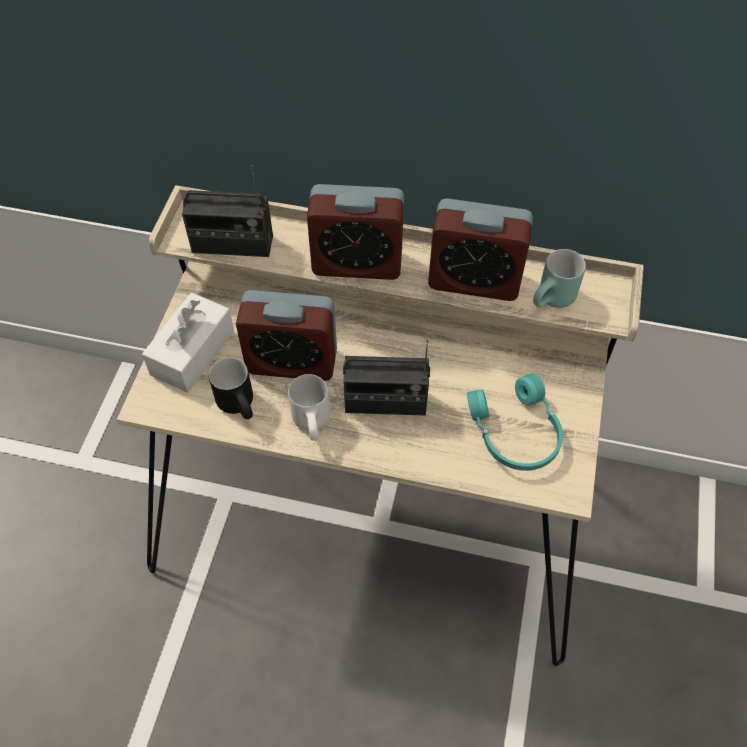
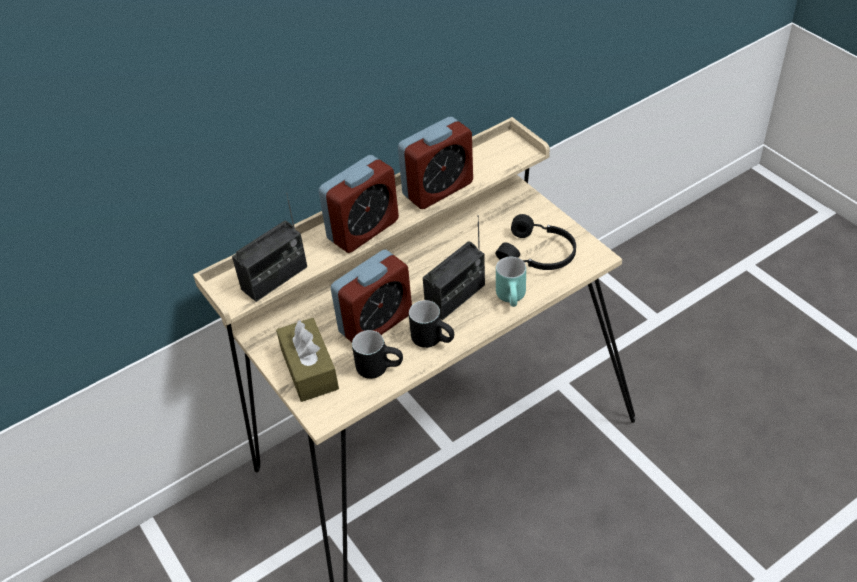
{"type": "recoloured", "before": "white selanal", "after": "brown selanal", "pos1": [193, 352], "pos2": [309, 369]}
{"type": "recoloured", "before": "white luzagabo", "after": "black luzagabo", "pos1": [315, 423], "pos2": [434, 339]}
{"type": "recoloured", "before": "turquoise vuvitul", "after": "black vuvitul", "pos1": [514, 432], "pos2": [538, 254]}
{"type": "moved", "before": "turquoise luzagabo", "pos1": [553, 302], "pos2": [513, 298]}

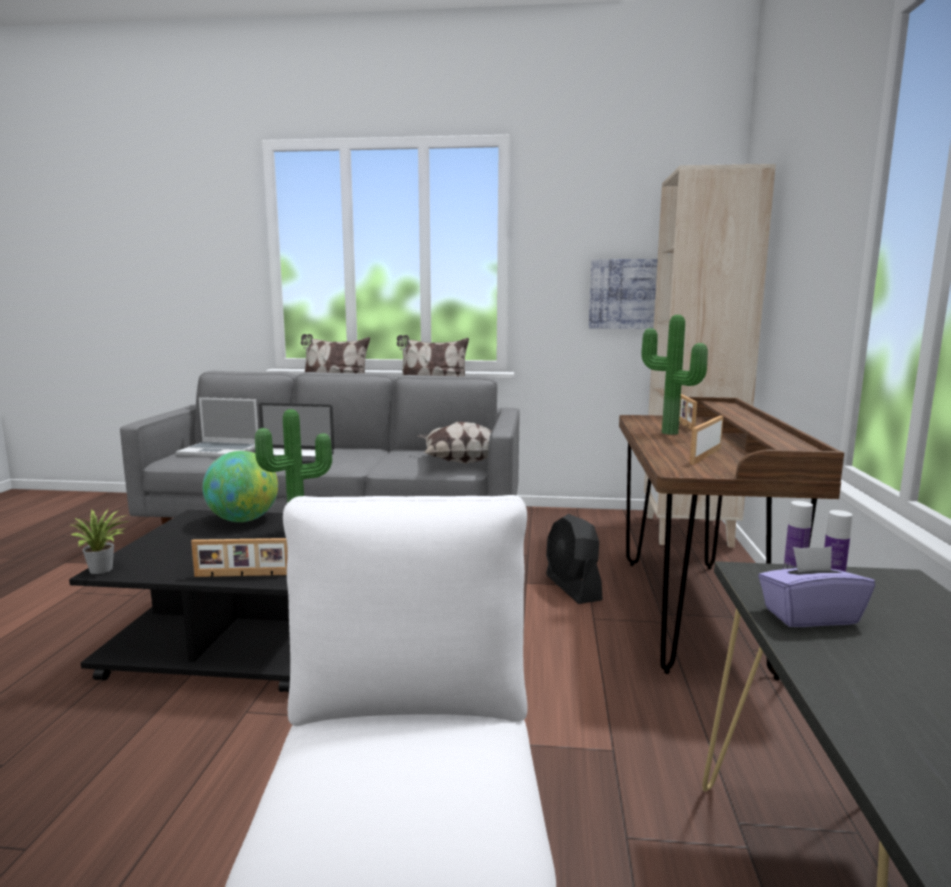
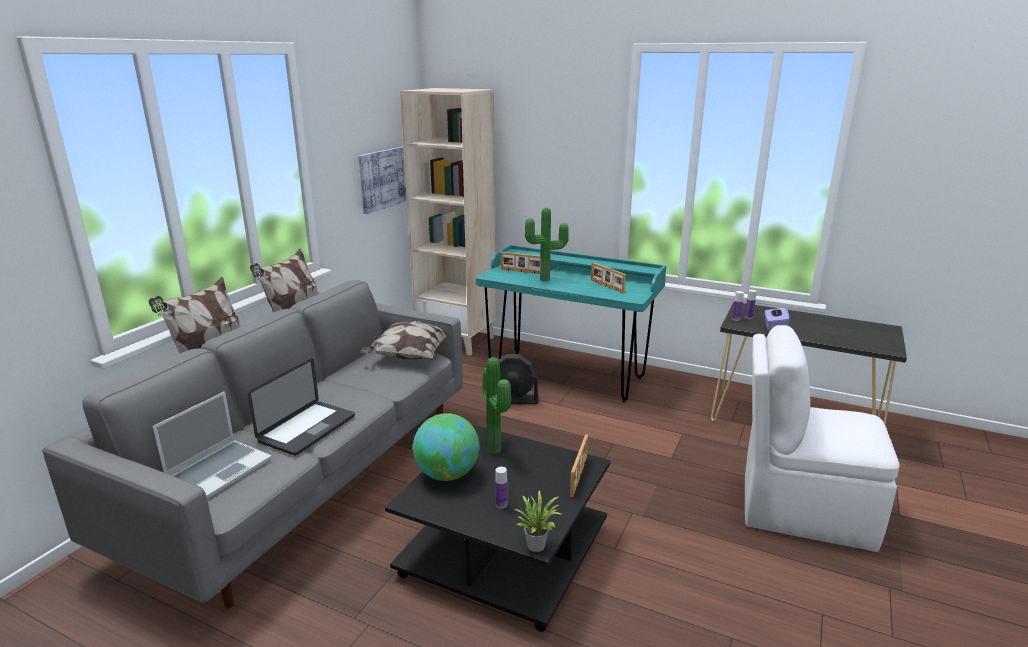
{"type": "recoloured", "before": "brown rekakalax", "after": "turquoise rekakalax", "pos1": [693, 612], "pos2": [566, 375]}
{"type": "added", "after": "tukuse", "pos2": [501, 504]}

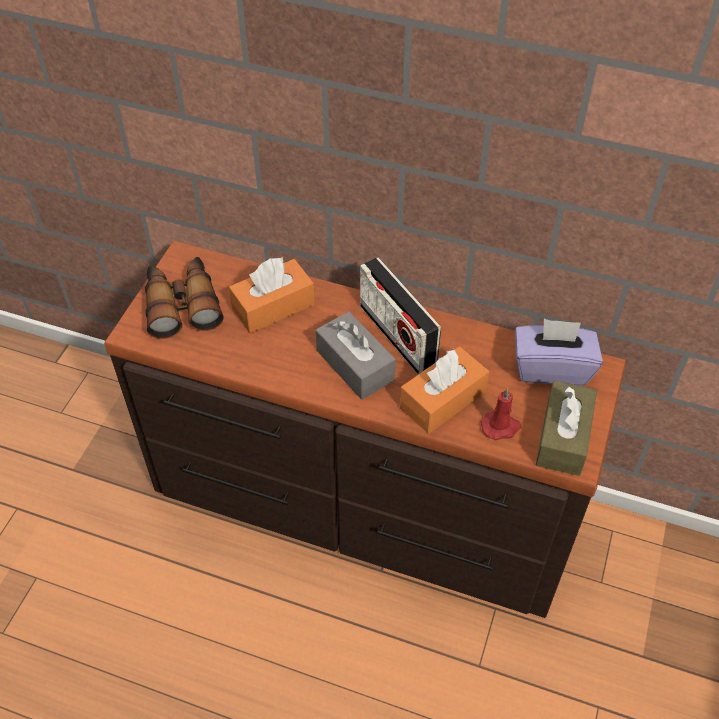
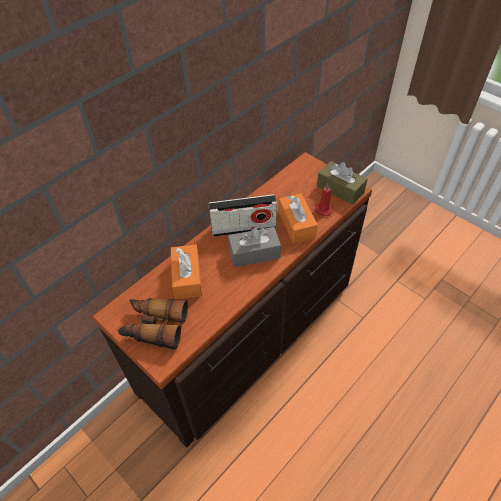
{"type": "removed", "before": "purple selanal", "pos1": [551, 368]}

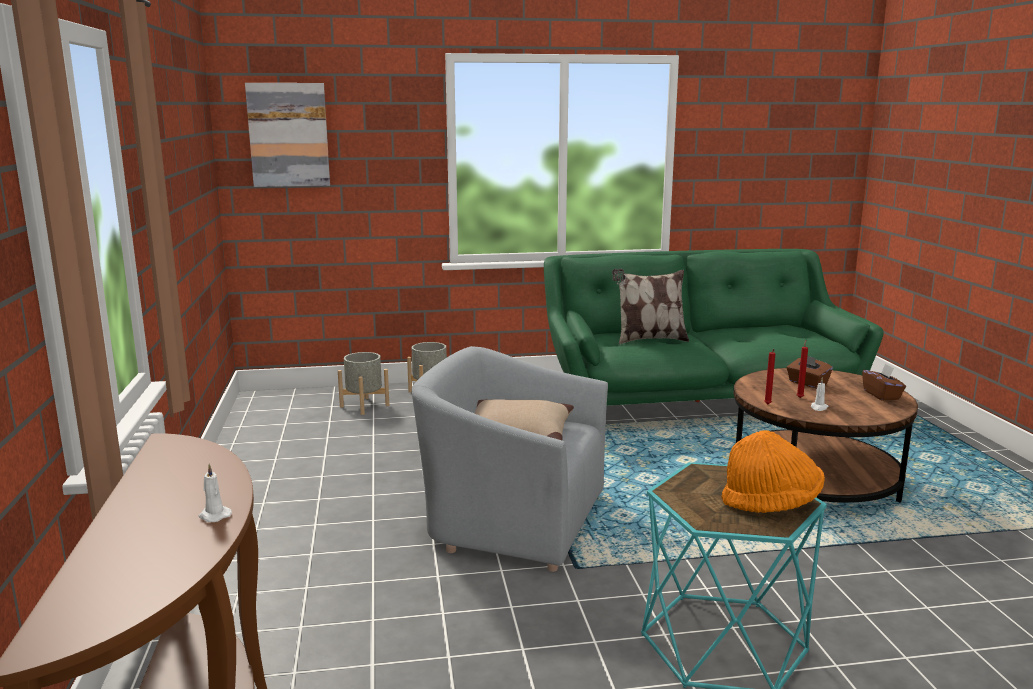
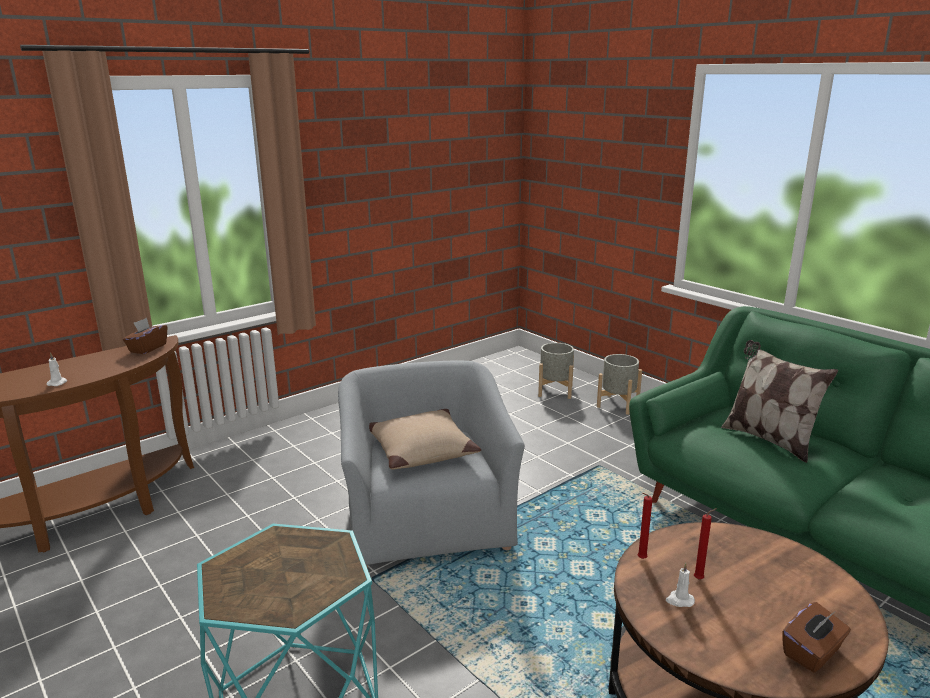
{"type": "removed", "before": "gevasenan", "pos1": [288, 135]}
{"type": "removed", "before": "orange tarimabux", "pos1": [771, 503]}
{"type": "moved", "before": "brown selanal", "pos1": [807, 383], "pos2": [147, 348]}

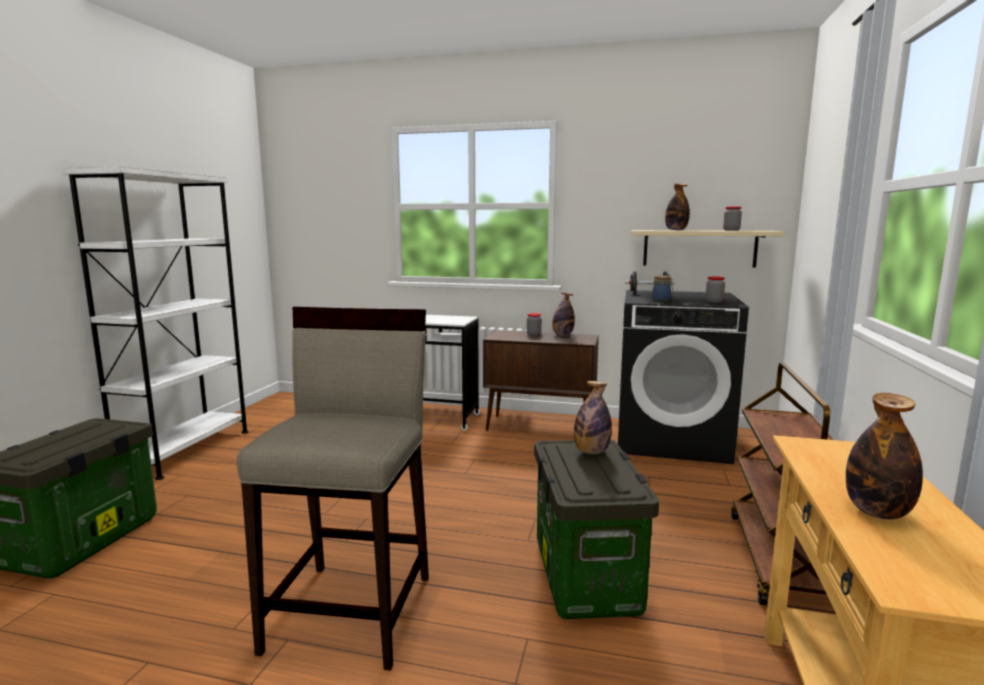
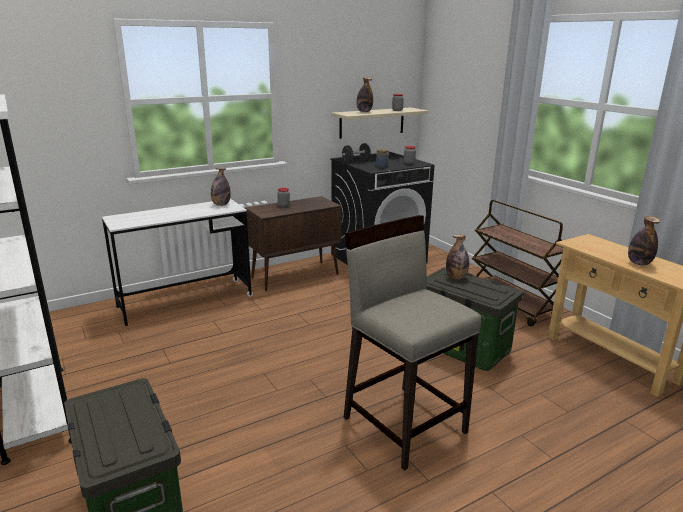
{"type": "moved", "before": "tukuse", "pos1": [562, 335], "pos2": [221, 205]}

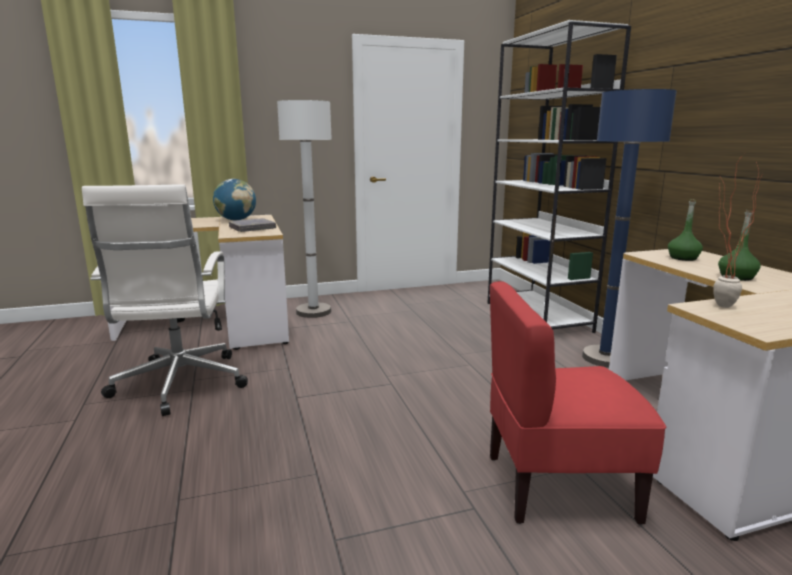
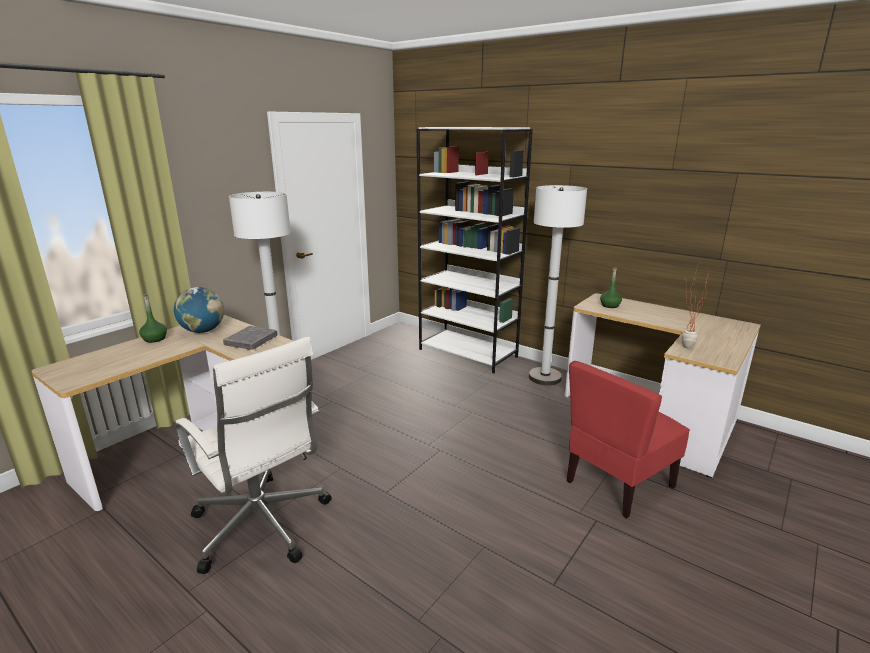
{"type": "recoloured", "before": "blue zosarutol", "after": "white zosarutol", "pos1": [605, 358], "pos2": [545, 377]}
{"type": "moved", "before": "green tukuse", "pos1": [736, 277], "pos2": [155, 339]}

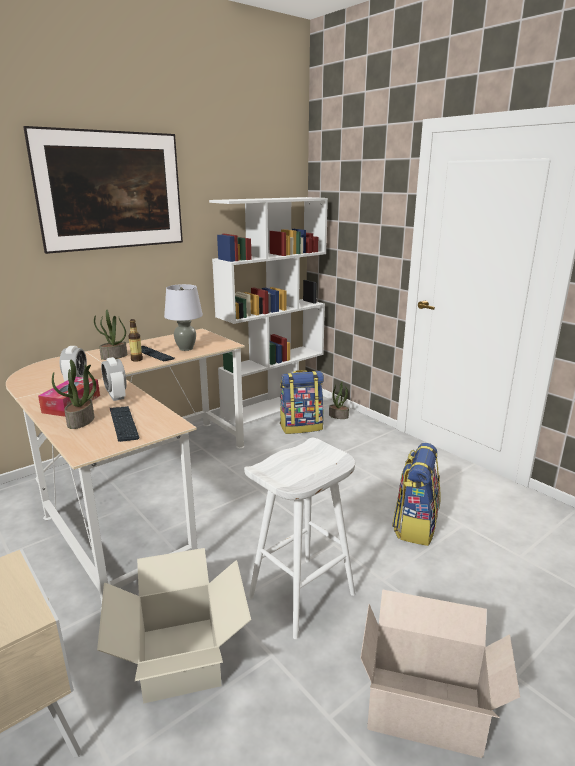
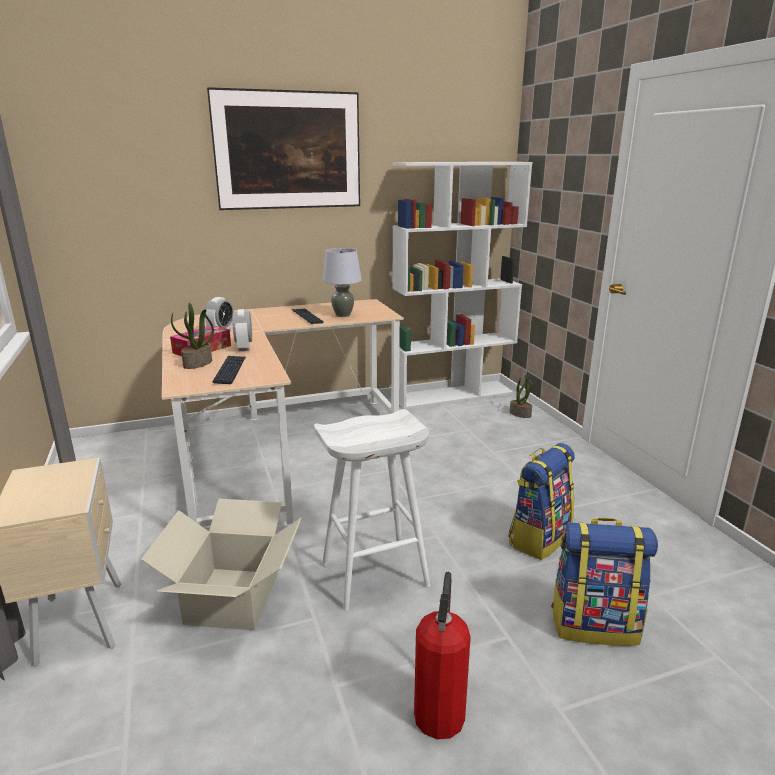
{"type": "removed", "before": "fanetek", "pos1": [114, 356]}
{"type": "removed", "before": "tukuse", "pos1": [136, 359]}
{"type": "moved", "before": "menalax", "pos1": [301, 427], "pos2": [594, 624]}
{"type": "replaced", "before": "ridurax", "after": "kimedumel", "pos1": [428, 711], "pos2": [439, 711]}

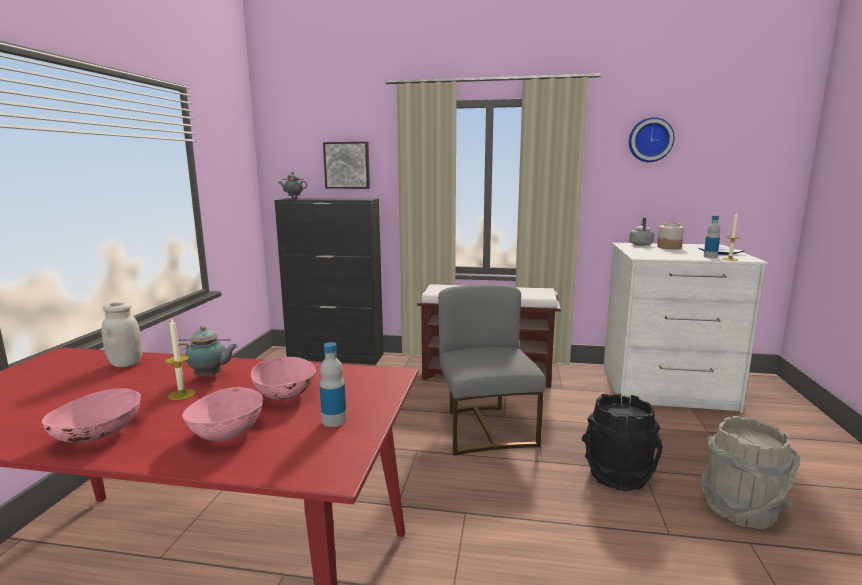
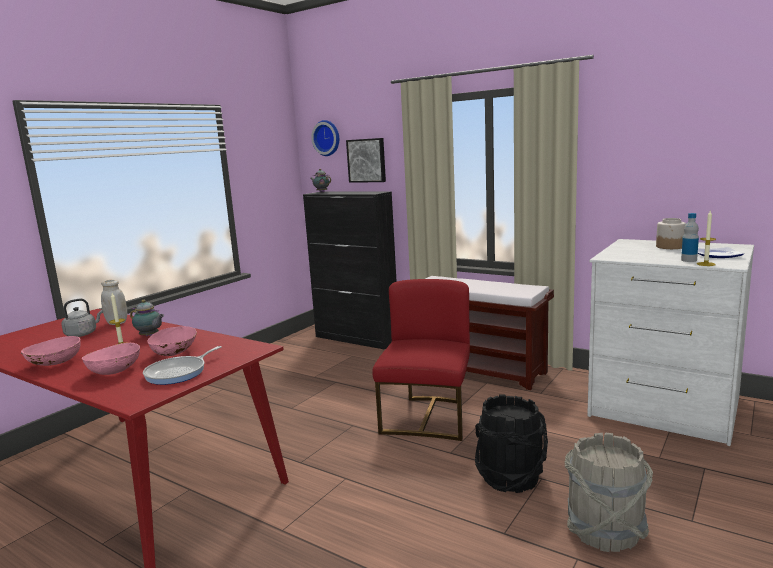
{"type": "replaced", "before": "tukuse", "after": "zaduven", "pos1": [334, 420], "pos2": [179, 373]}
{"type": "recoloured", "before": "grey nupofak", "after": "red nupofak", "pos1": [485, 428], "pos2": [428, 417]}
{"type": "moved", "before": "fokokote", "pos1": [650, 140], "pos2": [327, 138]}
{"type": "moved", "before": "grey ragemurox", "pos1": [640, 244], "pos2": [83, 334]}

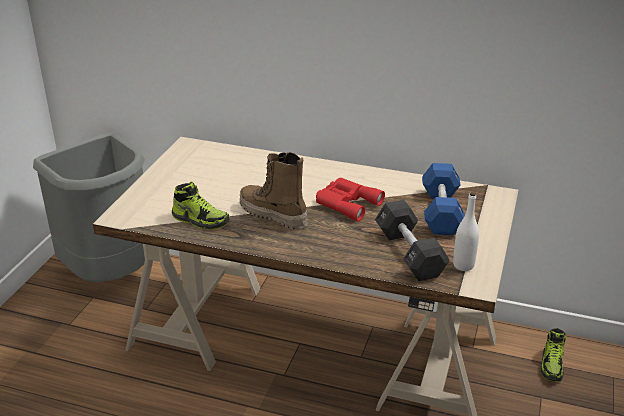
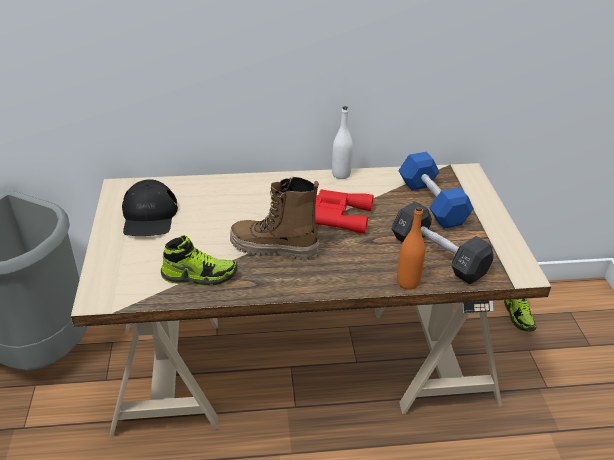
{"type": "moved", "before": "white tukuse", "pos1": [463, 265], "pos2": [341, 174]}
{"type": "added", "after": "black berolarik", "pos2": [149, 216]}
{"type": "added", "after": "orange tukuse", "pos2": [408, 282]}

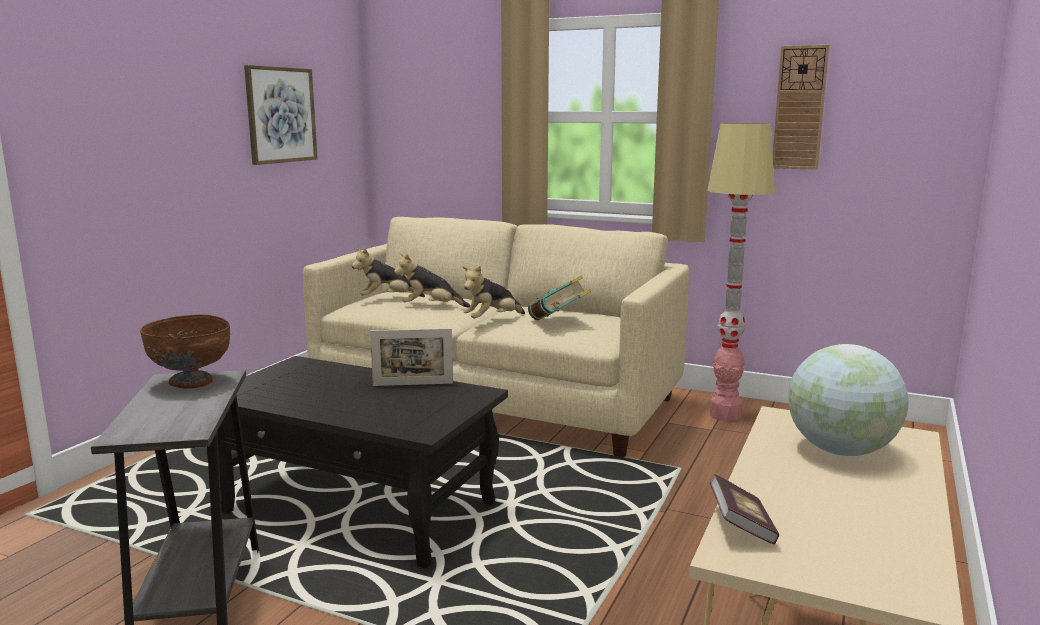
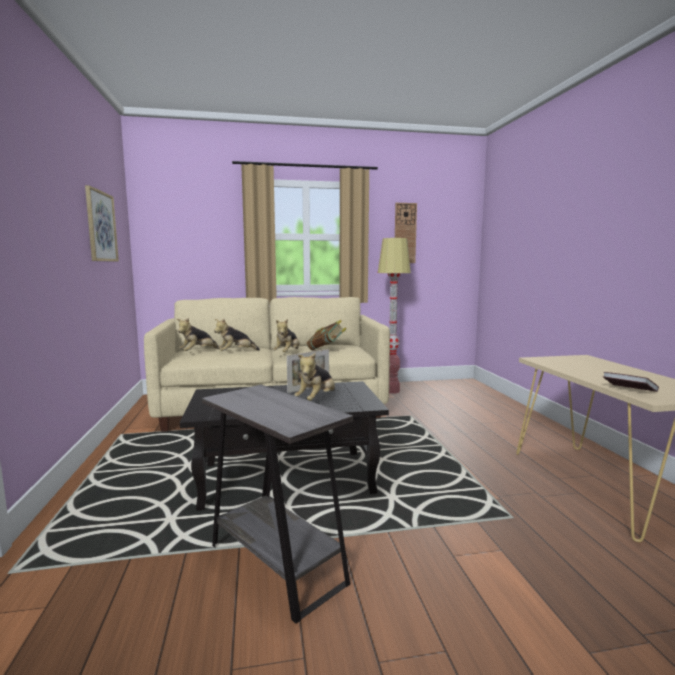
{"type": "removed", "before": "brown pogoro", "pos1": [191, 383]}
{"type": "removed", "before": "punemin", "pos1": [840, 450]}
{"type": "added", "after": "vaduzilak", "pos2": [316, 399]}

